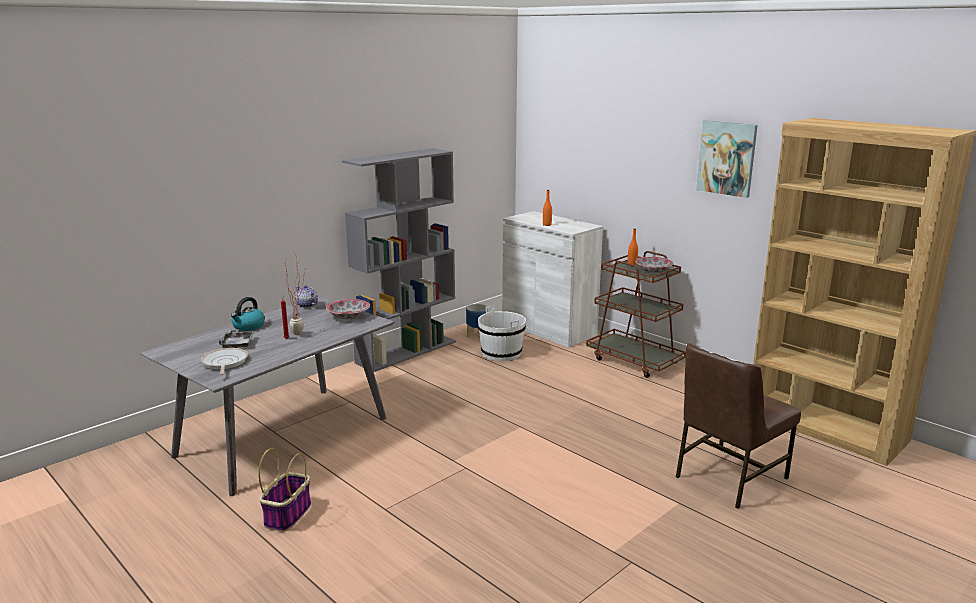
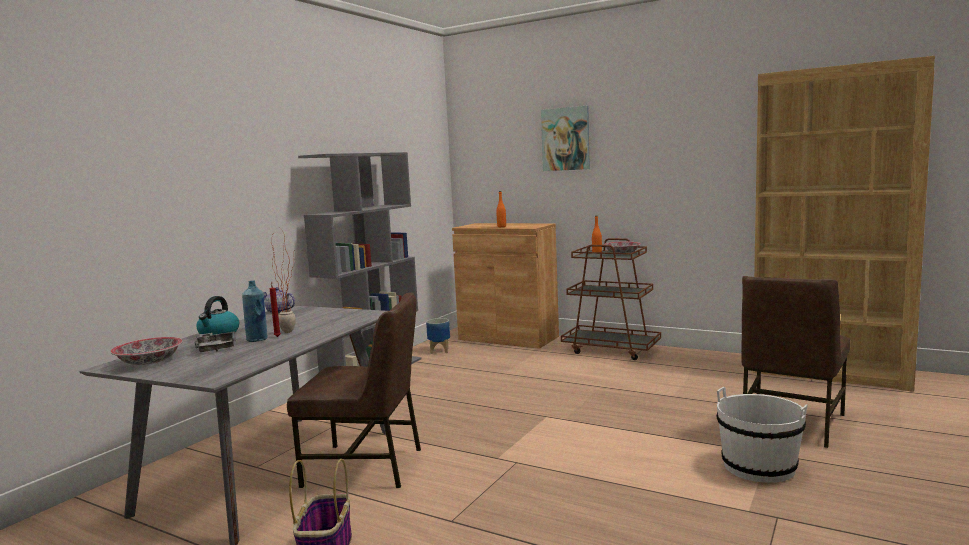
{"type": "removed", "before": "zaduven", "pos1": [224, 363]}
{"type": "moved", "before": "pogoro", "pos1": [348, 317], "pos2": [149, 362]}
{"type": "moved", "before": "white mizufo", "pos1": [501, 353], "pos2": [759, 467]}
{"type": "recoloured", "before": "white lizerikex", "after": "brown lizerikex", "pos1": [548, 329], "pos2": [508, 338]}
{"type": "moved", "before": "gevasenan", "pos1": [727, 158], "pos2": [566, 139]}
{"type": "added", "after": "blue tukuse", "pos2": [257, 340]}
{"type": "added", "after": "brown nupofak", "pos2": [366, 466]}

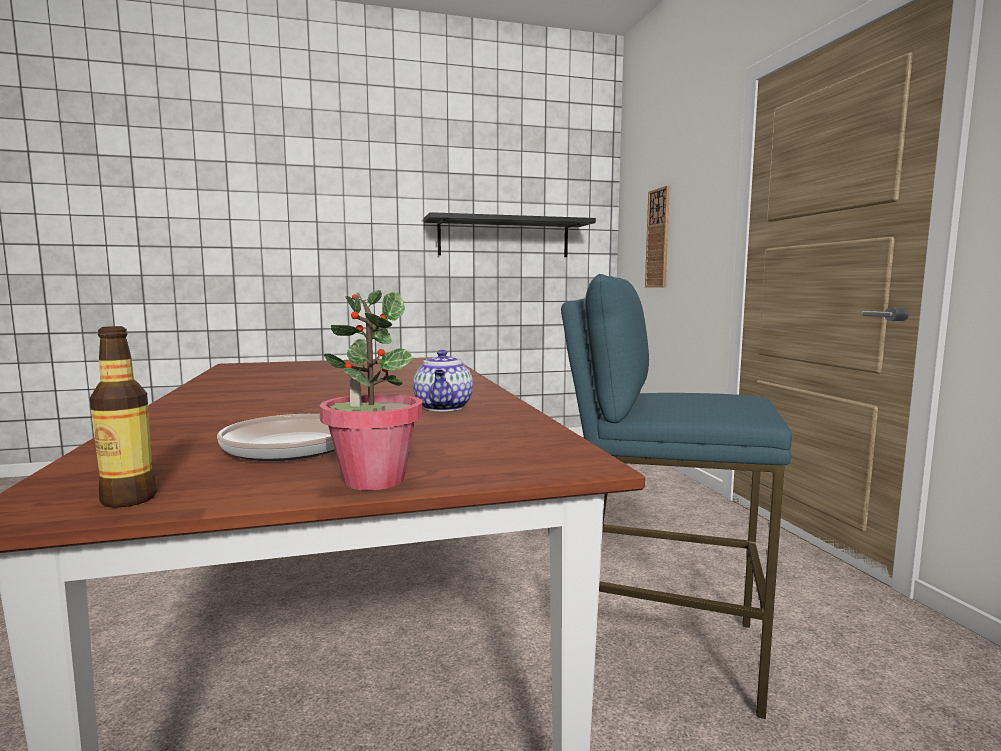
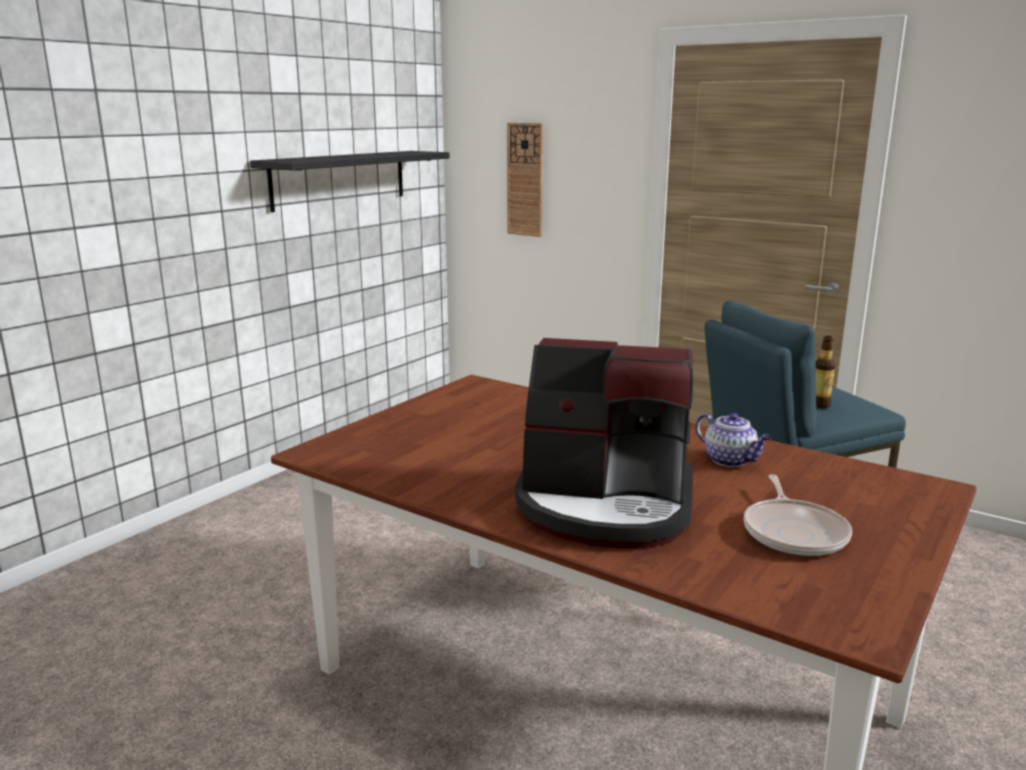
{"type": "moved", "before": "tukuse", "pos1": [129, 499], "pos2": [820, 405]}
{"type": "removed", "before": "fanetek", "pos1": [373, 480]}
{"type": "added", "after": "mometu", "pos2": [606, 506]}

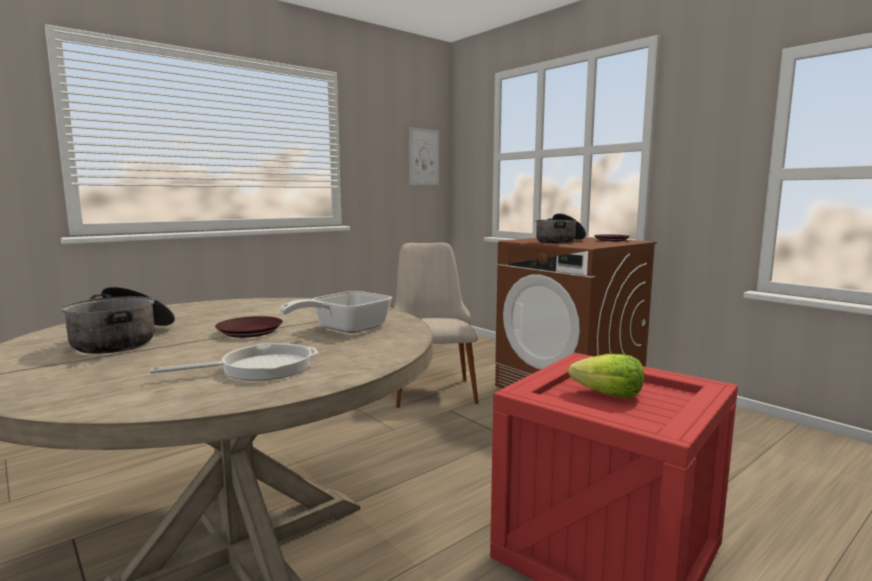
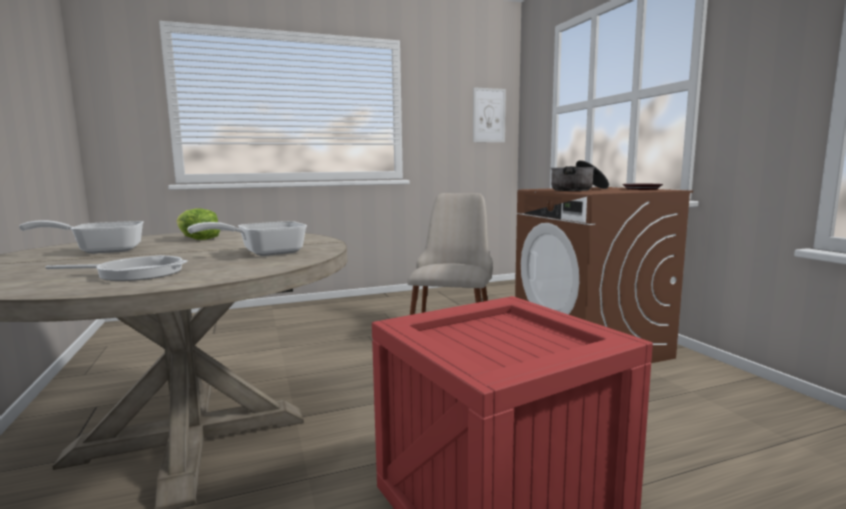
{"type": "replaced", "before": "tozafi", "after": "zaduven", "pos1": [124, 340], "pos2": [102, 251]}
{"type": "removed", "before": "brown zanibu", "pos1": [249, 331]}
{"type": "moved", "before": "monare", "pos1": [608, 394], "pos2": [197, 239]}

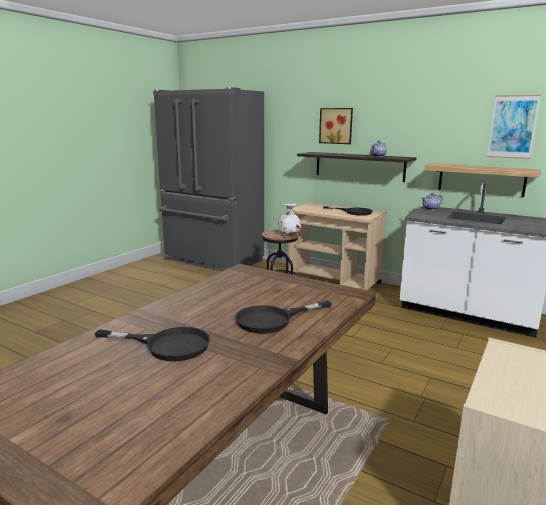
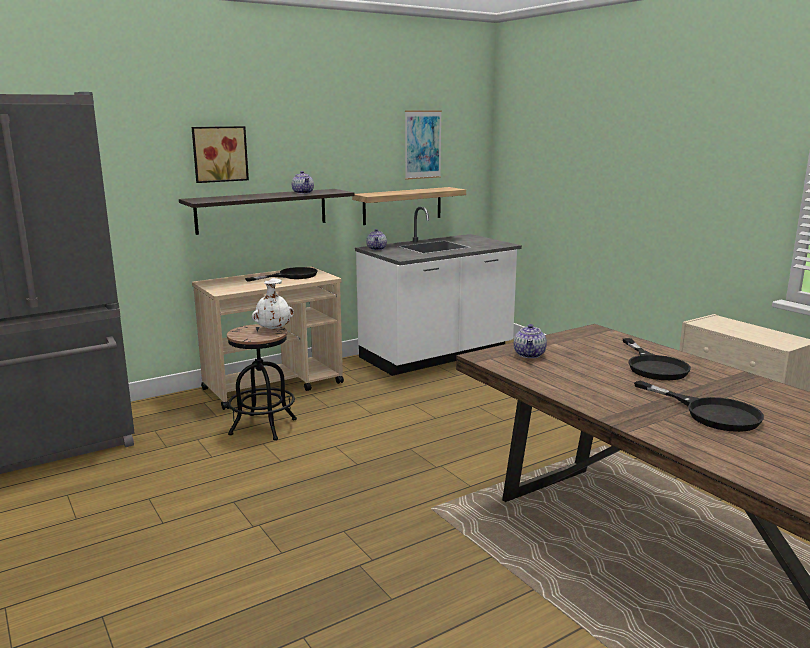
{"type": "turned", "before": "black zaduven", "pos1": [167, 345], "pos2": [710, 413], "turn": 105}
{"type": "added", "after": "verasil", "pos2": [530, 355]}

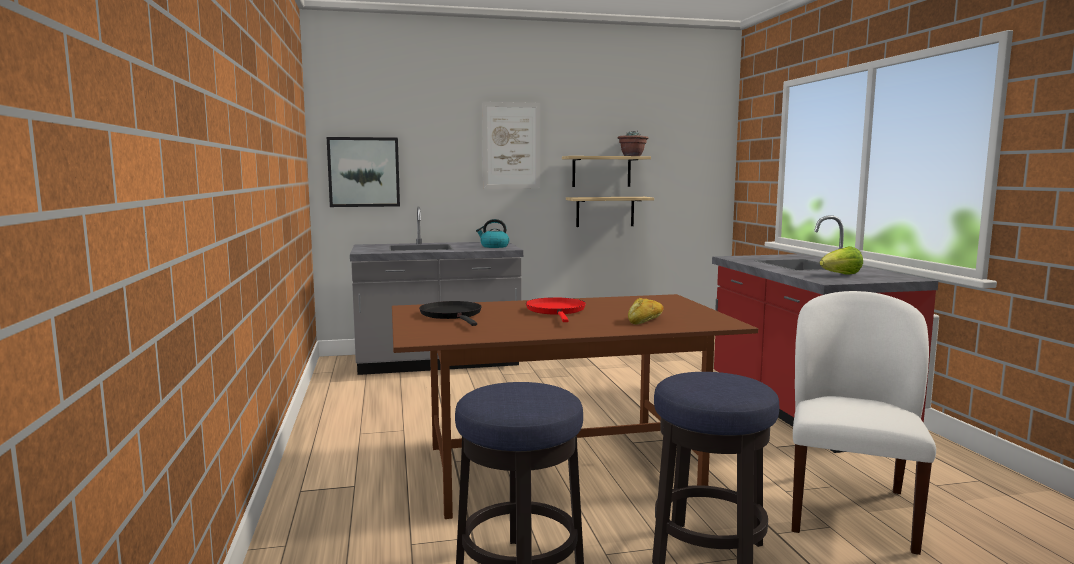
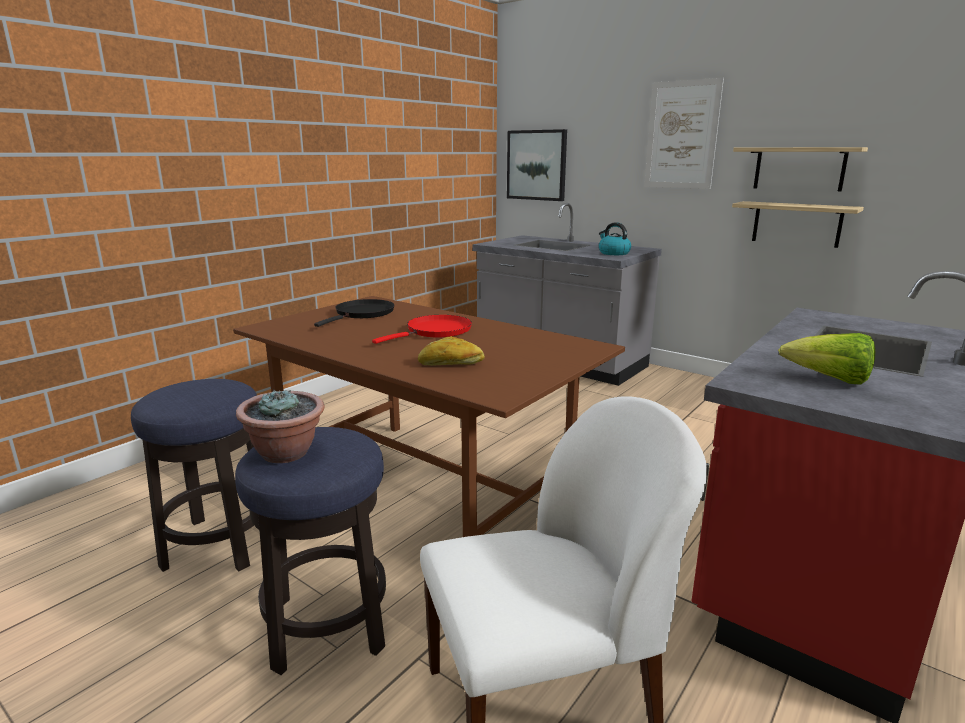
{"type": "moved", "before": "fanetek", "pos1": [632, 156], "pos2": [286, 453]}

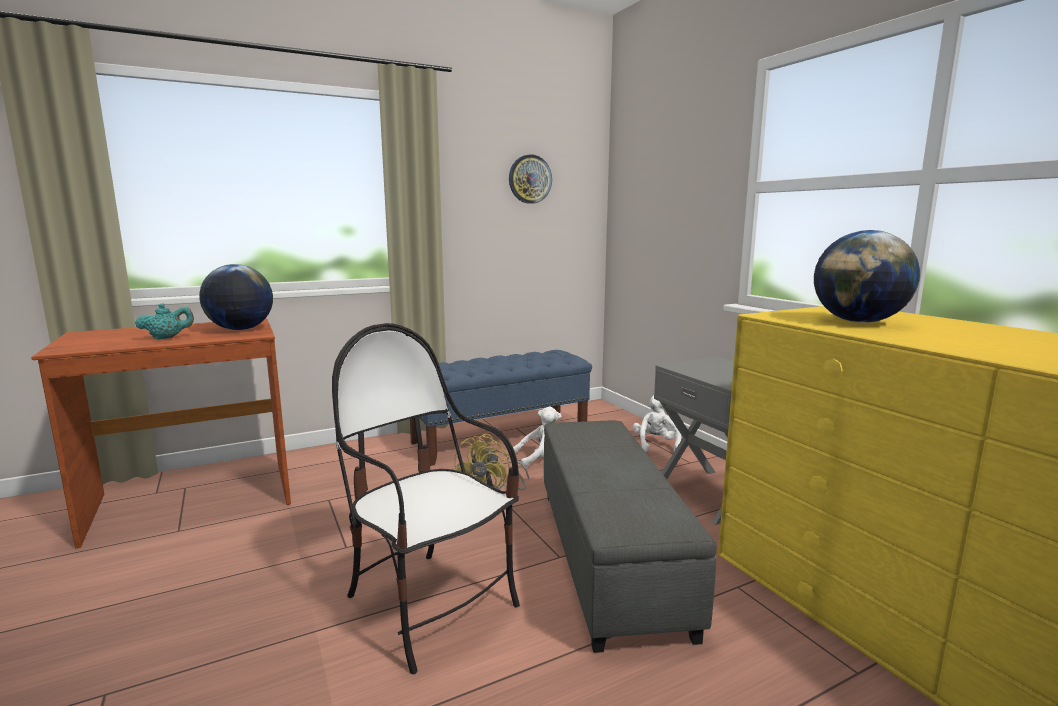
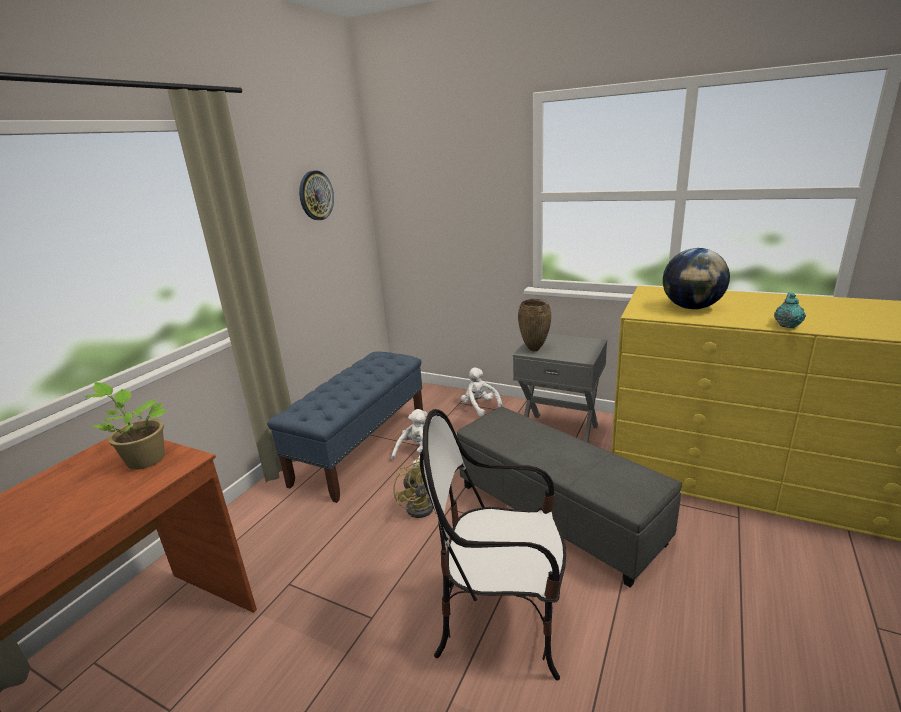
{"type": "moved", "before": "turquoise verasil", "pos1": [167, 338], "pos2": [787, 325]}
{"type": "replaced", "before": "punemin", "after": "fanetek", "pos1": [240, 329], "pos2": [144, 459]}
{"type": "added", "after": "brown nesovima", "pos2": [535, 350]}

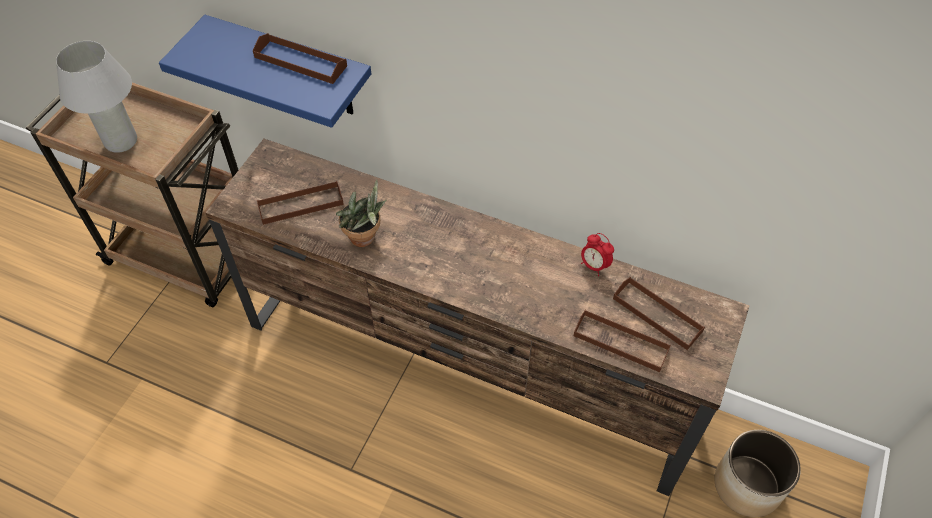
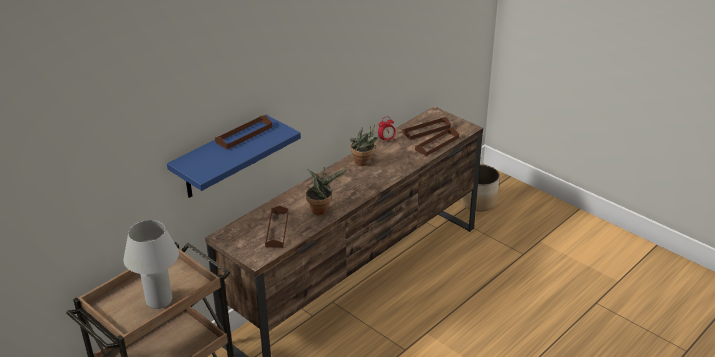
{"type": "added", "after": "fanetek", "pos2": [364, 163]}

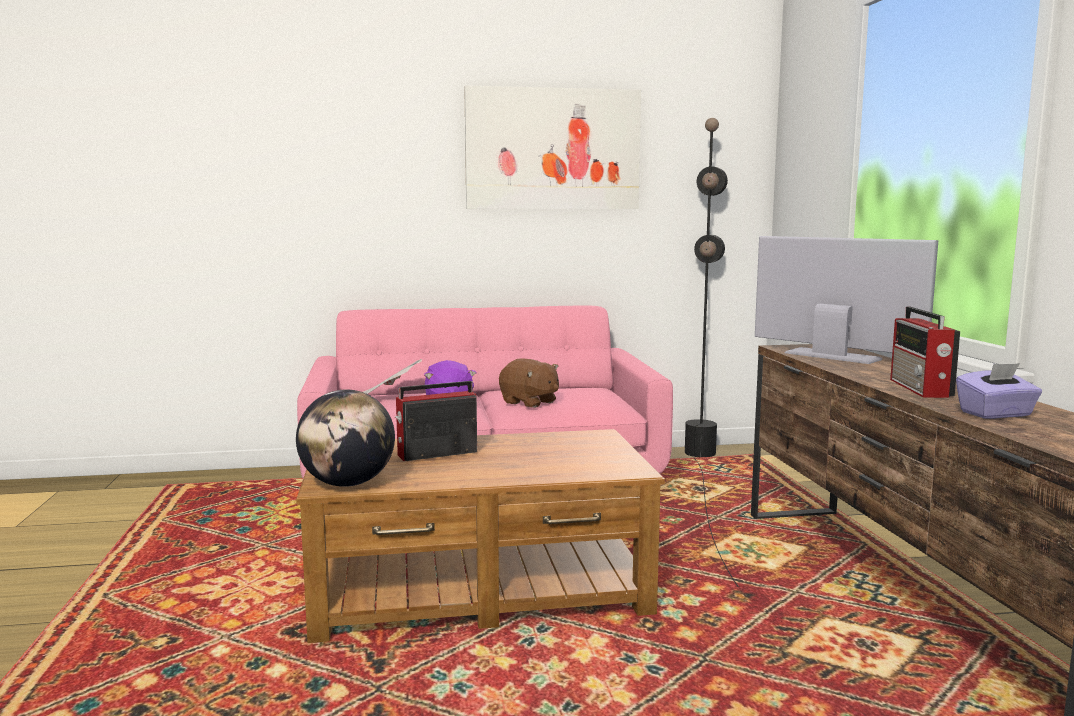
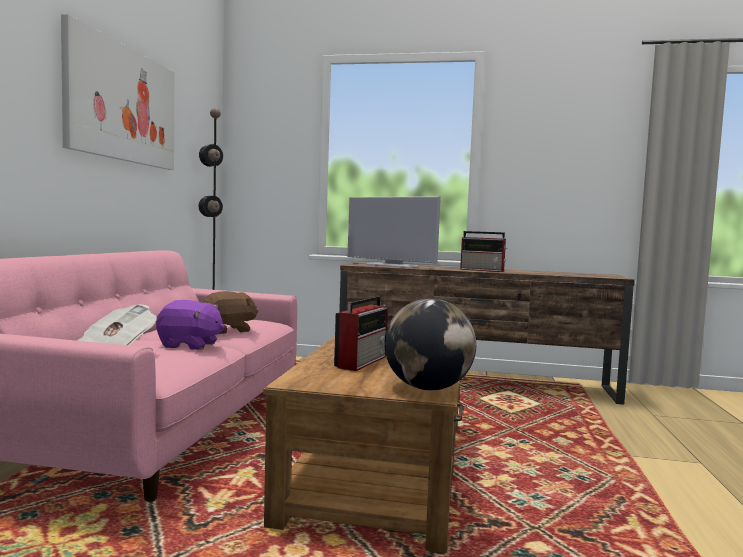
{"type": "turned", "before": "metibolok", "pos1": [436, 454], "pos2": [362, 361], "turn": -150}
{"type": "turned", "before": "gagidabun", "pos1": [832, 356], "pos2": [391, 265], "turn": -120}
{"type": "removed", "before": "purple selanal", "pos1": [996, 414]}

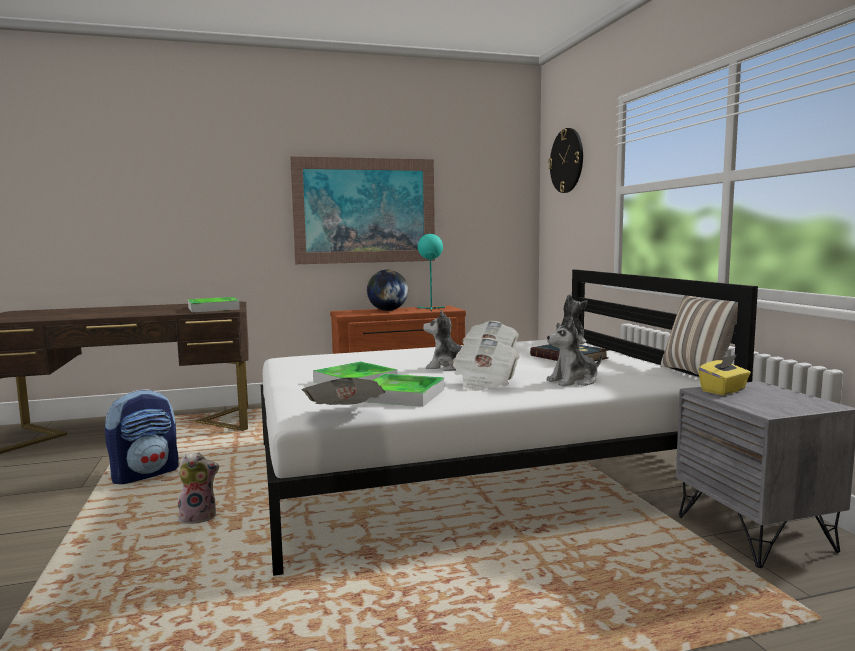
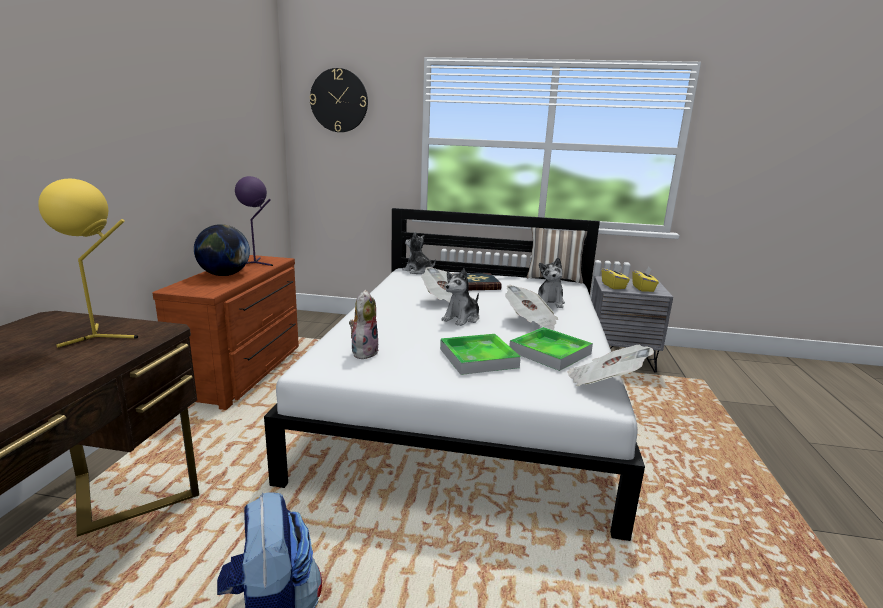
{"type": "moved", "before": "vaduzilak", "pos1": [199, 518], "pos2": [363, 352]}
{"type": "replaced", "before": "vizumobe", "after": "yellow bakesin", "pos1": [213, 308], "pos2": [100, 337]}
{"type": "removed", "before": "gevasenan", "pos1": [365, 210]}
{"type": "recoloured", "before": "turquoise bakesin", "after": "purple bakesin", "pos1": [431, 309], "pos2": [257, 263]}
{"type": "added", "after": "yellow selanal", "pos2": [643, 288]}

